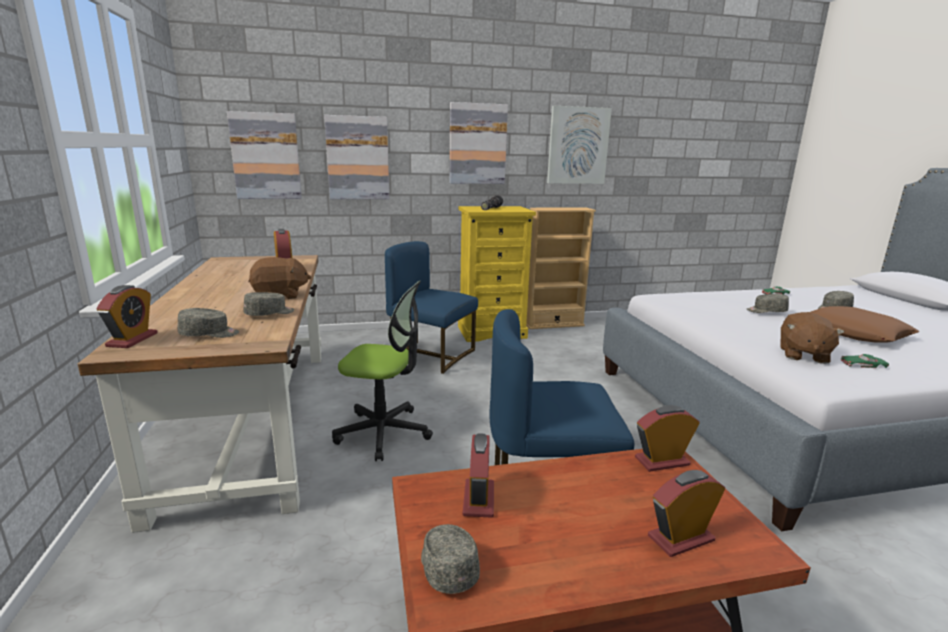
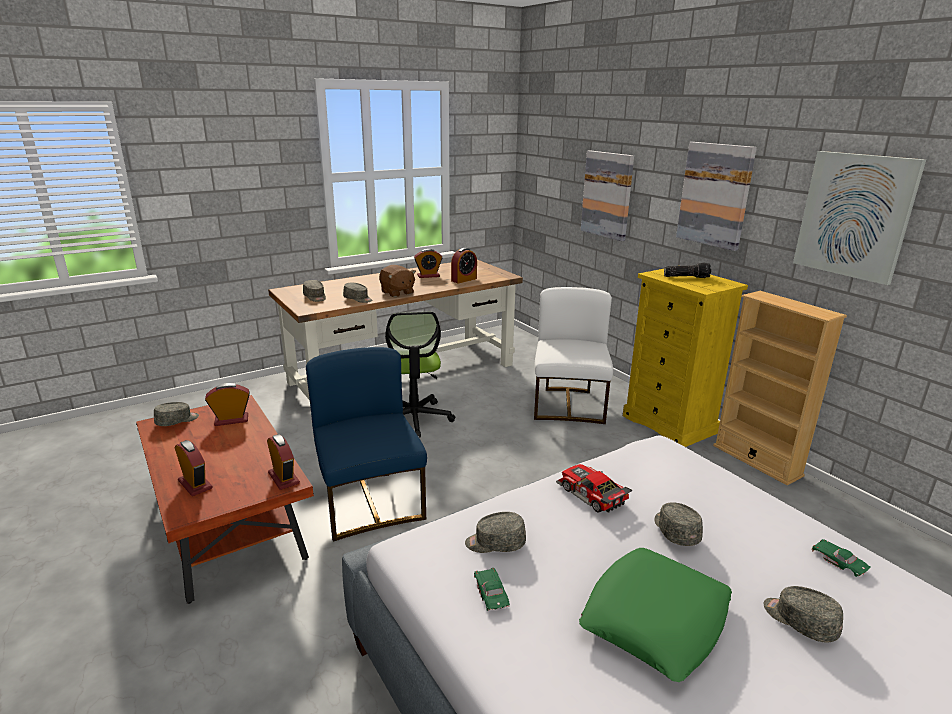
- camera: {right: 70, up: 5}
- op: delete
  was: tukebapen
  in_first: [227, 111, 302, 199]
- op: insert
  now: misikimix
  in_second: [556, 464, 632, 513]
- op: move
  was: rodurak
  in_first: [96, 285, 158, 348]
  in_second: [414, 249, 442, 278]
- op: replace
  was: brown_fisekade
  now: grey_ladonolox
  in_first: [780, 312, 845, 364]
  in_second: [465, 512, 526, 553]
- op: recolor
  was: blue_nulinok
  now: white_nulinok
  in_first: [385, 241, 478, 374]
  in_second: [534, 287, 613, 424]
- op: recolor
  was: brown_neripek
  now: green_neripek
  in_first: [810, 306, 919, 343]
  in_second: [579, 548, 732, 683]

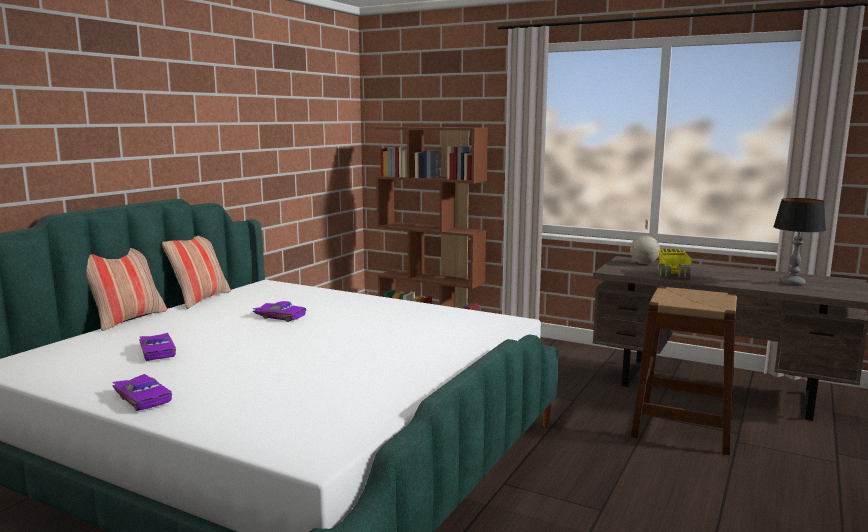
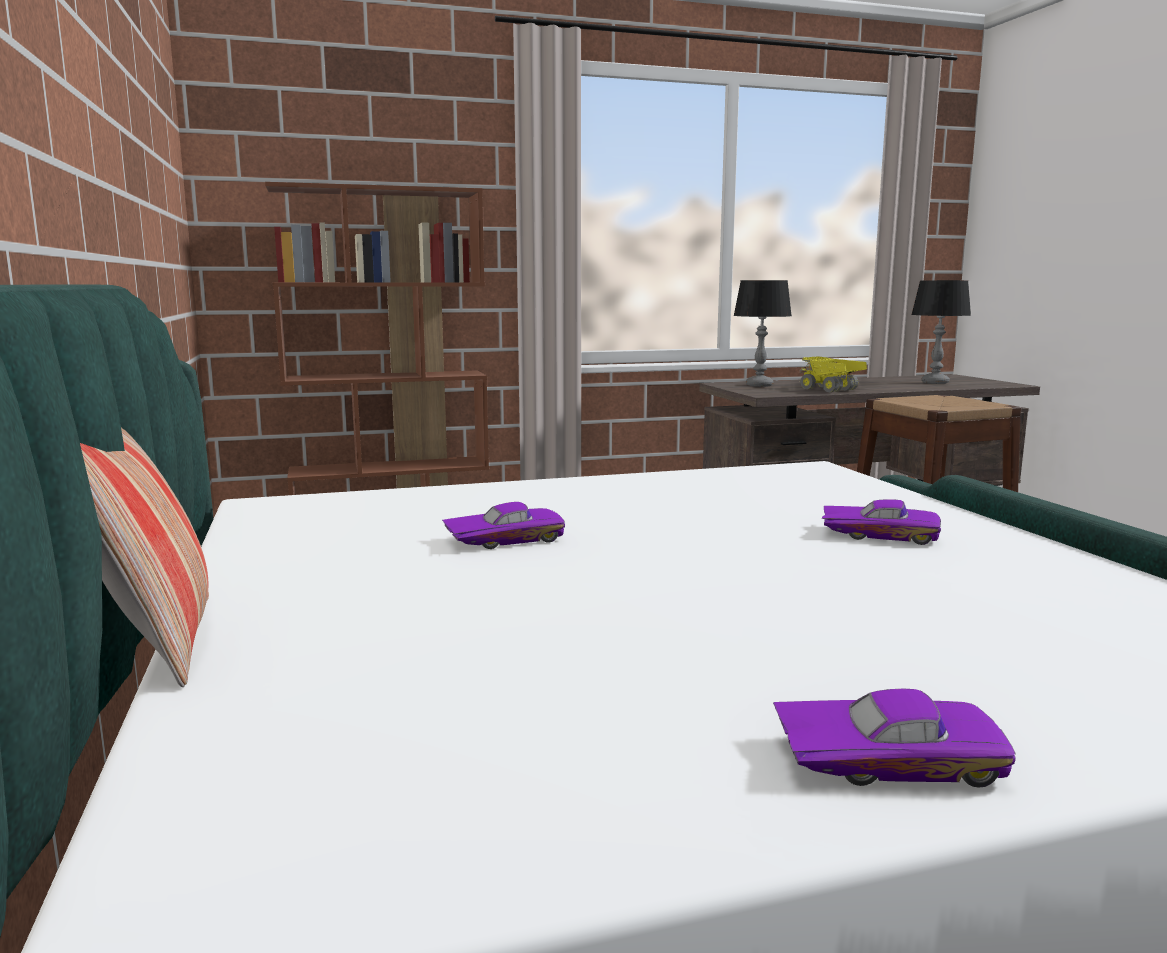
- camera: {right: -45, up: 0}
- op: delete
  was: neripek
  in_first: [162, 236, 231, 309]
- op: move
  was: purple_misikimix
  in_first: [139, 333, 176, 361]
  in_second: [822, 499, 941, 545]
- op: replace
  was: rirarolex
  now: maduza
  in_first: [630, 220, 660, 264]
  in_second: [733, 280, 792, 387]

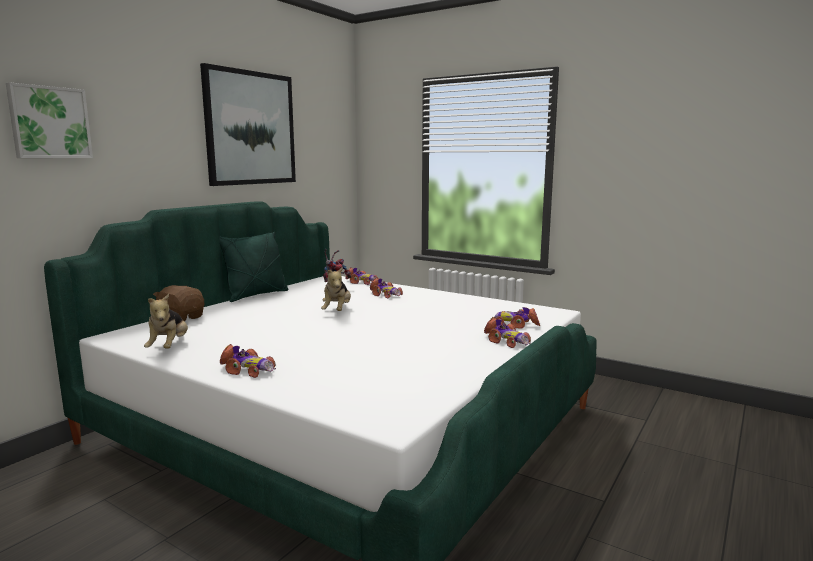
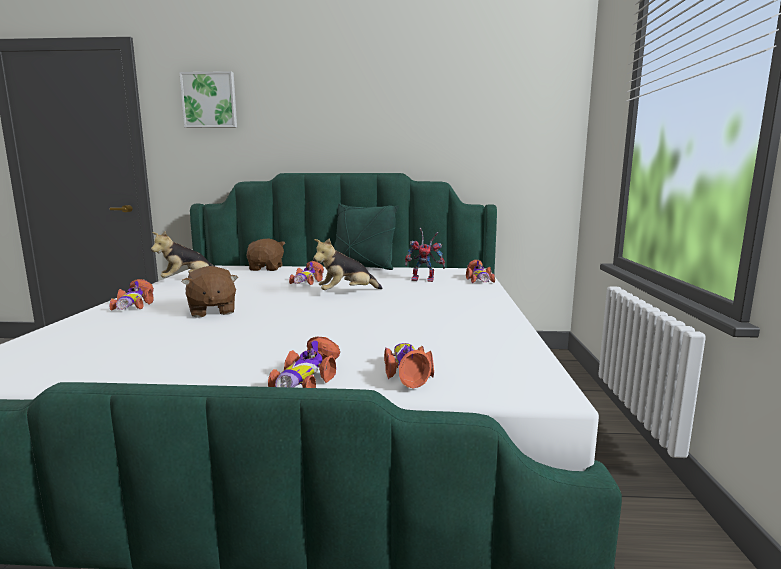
- camera: {right: 60, up: 0}
- op: delete
  was: tukebapen
  in_first: [200, 63, 296, 186]
- op: insert
  now: brown_fisekade
  in_second: [181, 266, 238, 318]
- op: move
  was: misikimix
  in_first: [370, 278, 403, 298]
  in_second: [289, 261, 324, 285]

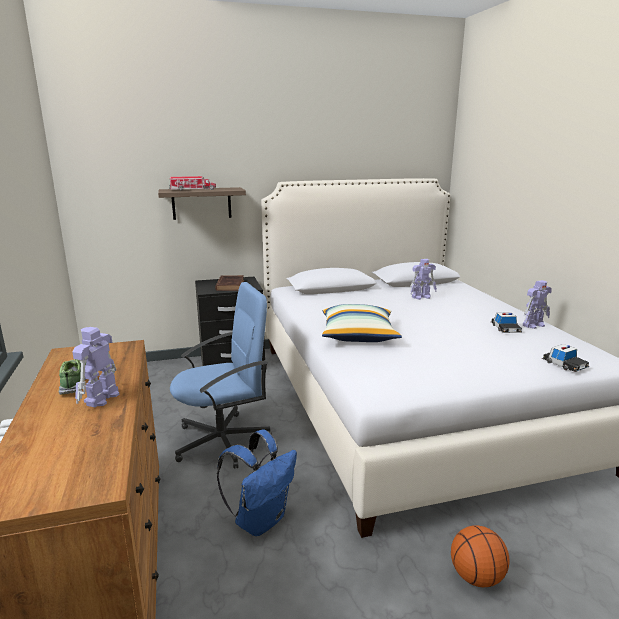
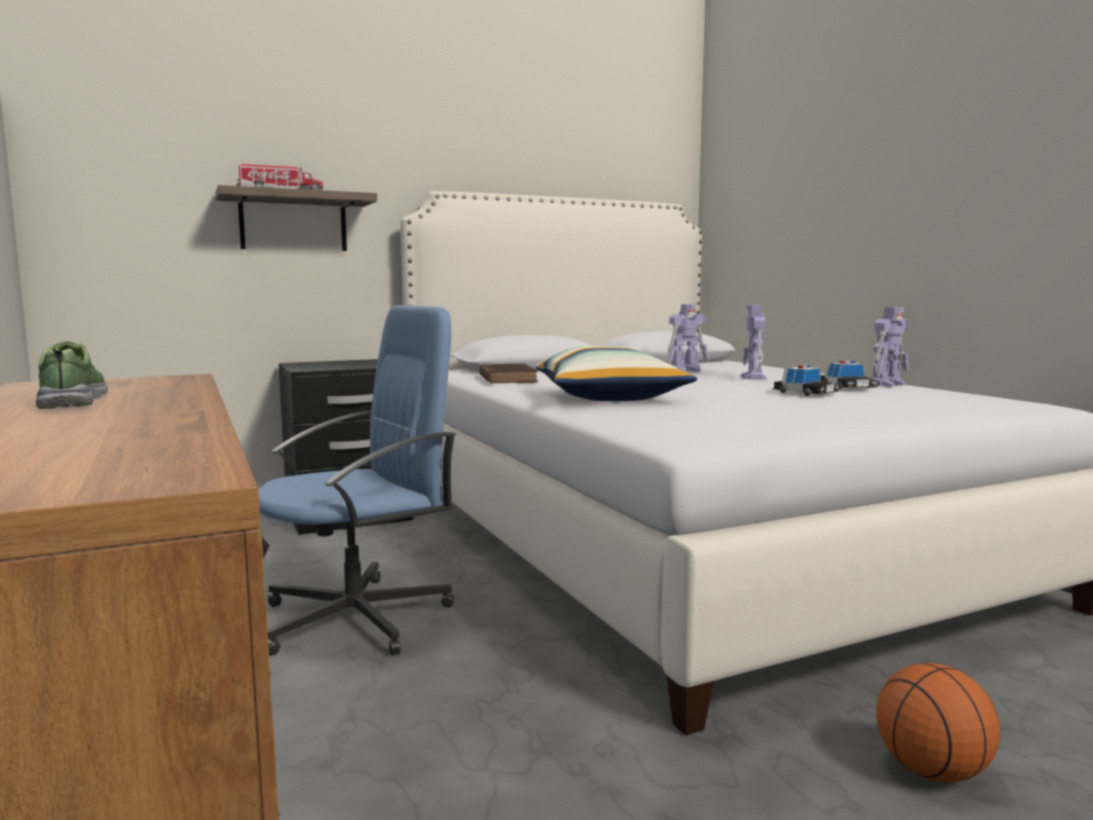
- camera: {right: -10, up: -10}
- op: delete
  was: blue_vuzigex
  in_first: [217, 430, 297, 536]
- op: move
  was: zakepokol
  in_first: [73, 327, 119, 407]
  in_second: [741, 305, 767, 380]
- op: move
  was: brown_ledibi
  in_first: [215, 275, 244, 291]
  in_second: [479, 364, 538, 384]
- op: move
  was: misikimix
  in_first: [542, 344, 589, 372]
  in_second: [772, 365, 840, 396]

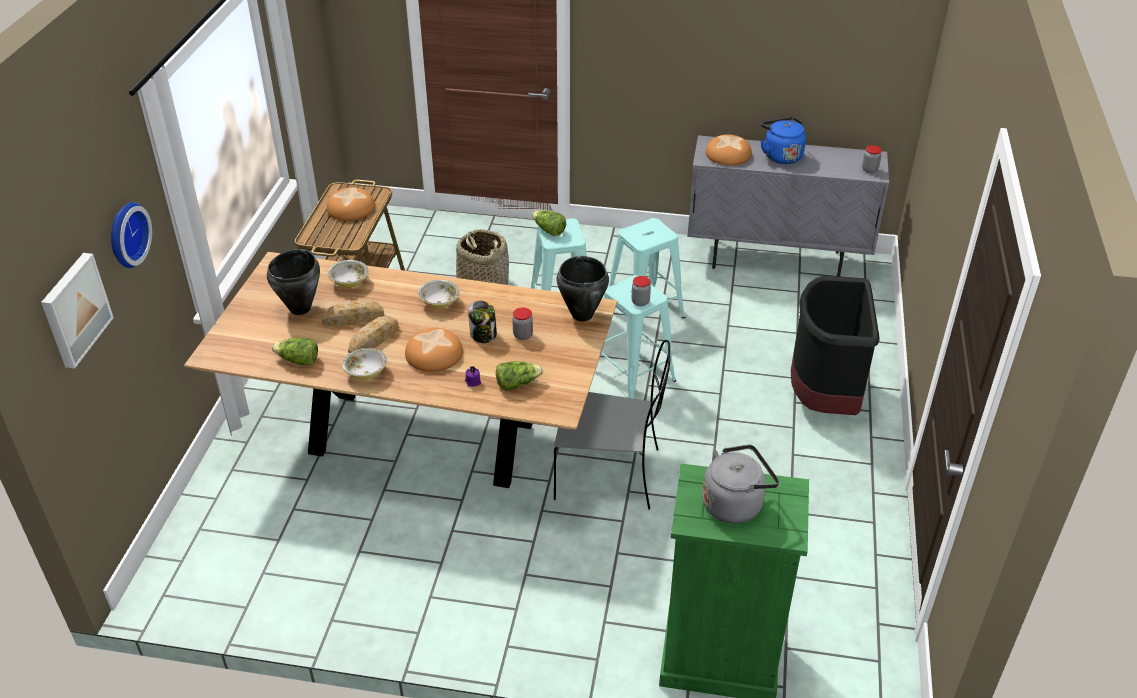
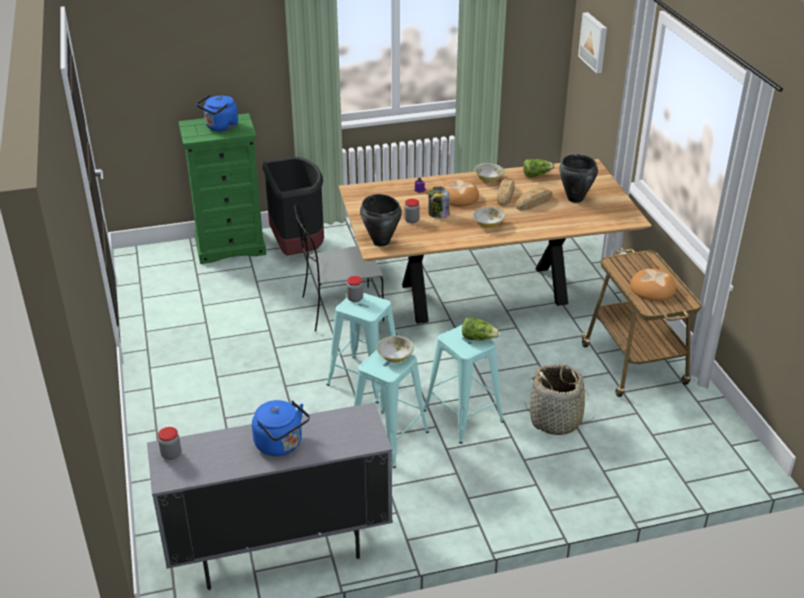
- camera: {right: 155, up: -5}
- op: delete
  was: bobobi
  in_first: [111, 202, 152, 268]
- op: delete
  was: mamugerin
  in_first: [496, 361, 543, 390]
- op: delete
  was: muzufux
  in_first: [705, 134, 752, 166]
- op: move
  was: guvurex
  in_first: [327, 260, 369, 288]
  in_second: [377, 336, 414, 362]
- op: move
  was: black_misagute
  in_first: [791, 276, 880, 415]
  in_second: [262, 157, 324, 256]
- op: recolor
  was: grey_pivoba
  now: blue_pivoba
  in_first: [702, 444, 779, 523]
  in_second: [196, 94, 238, 131]

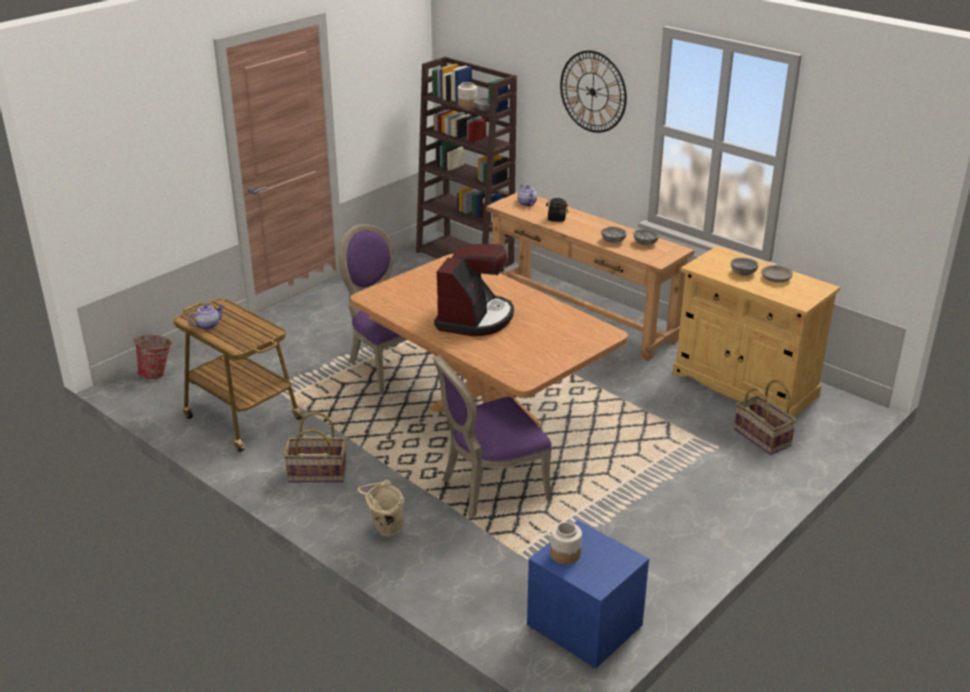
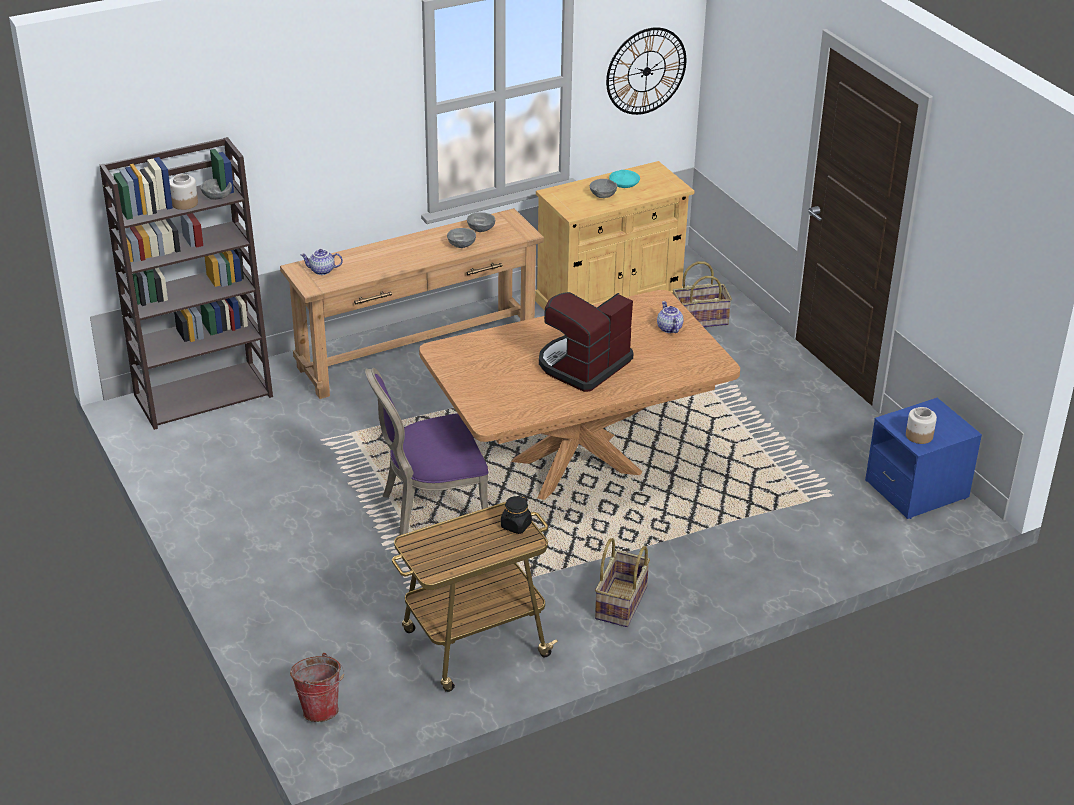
- camera: {right: -70, up: 5}
- op: delete
  was: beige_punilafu
  in_first: [358, 480, 404, 536]
- op: delete
  was: purple_nulinok
  in_first: [432, 355, 552, 518]
- op: move
  was: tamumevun
  in_first: [188, 304, 224, 330]
  in_second: [657, 301, 684, 333]
- op: move
  was: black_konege
  in_first: [546, 198, 568, 222]
  in_second: [501, 495, 532, 534]
- op: move
  was: bobobi
  in_first: [560, 50, 627, 133]
  in_second: [606, 27, 686, 115]
- op: recolor
  was: grey_guvurex
  now: turquoise_guvurex
  in_first: [761, 265, 793, 283]
  in_second: [609, 170, 640, 188]
- op: rotate
  was: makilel
  in_first: [434, 244, 514, 336]
  in_second: [539, 292, 633, 392]
  clockwise: -90

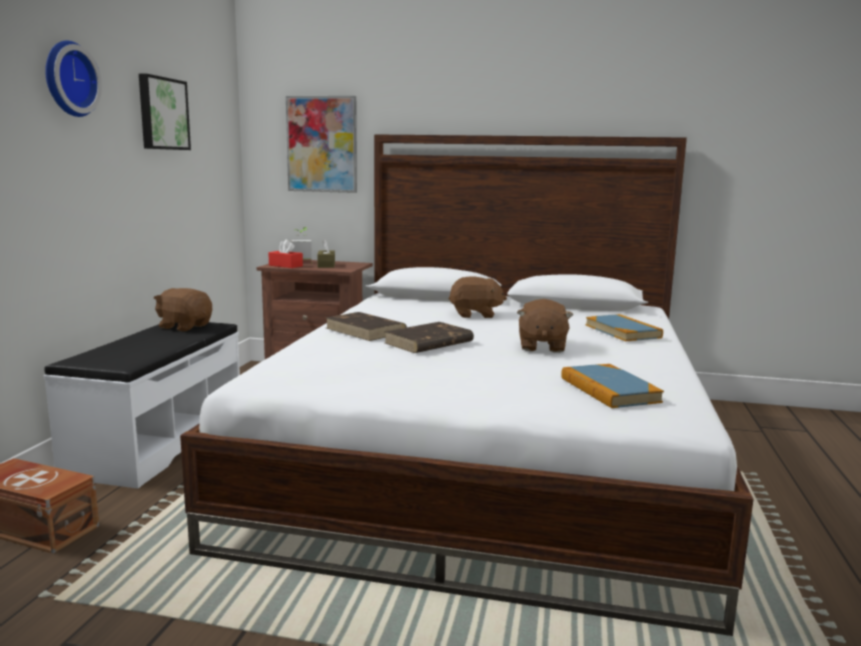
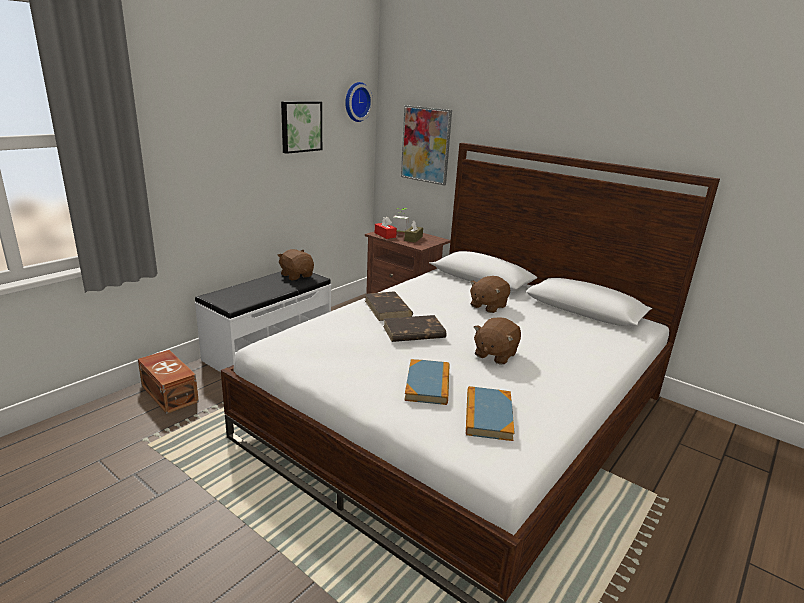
- camera: {right: 25, up: 10}
- op: move
  was: bobobi
  in_first: [45, 40, 102, 117]
  in_second: [345, 82, 373, 122]
- op: move
  was: ledibi
  in_first: [586, 314, 663, 341]
  in_second: [404, 359, 449, 405]
- op: rotate
  was: brown_fisekade
  in_first: [449, 277, 507, 318]
  in_second: [470, 276, 510, 313]
  clockwise: 105

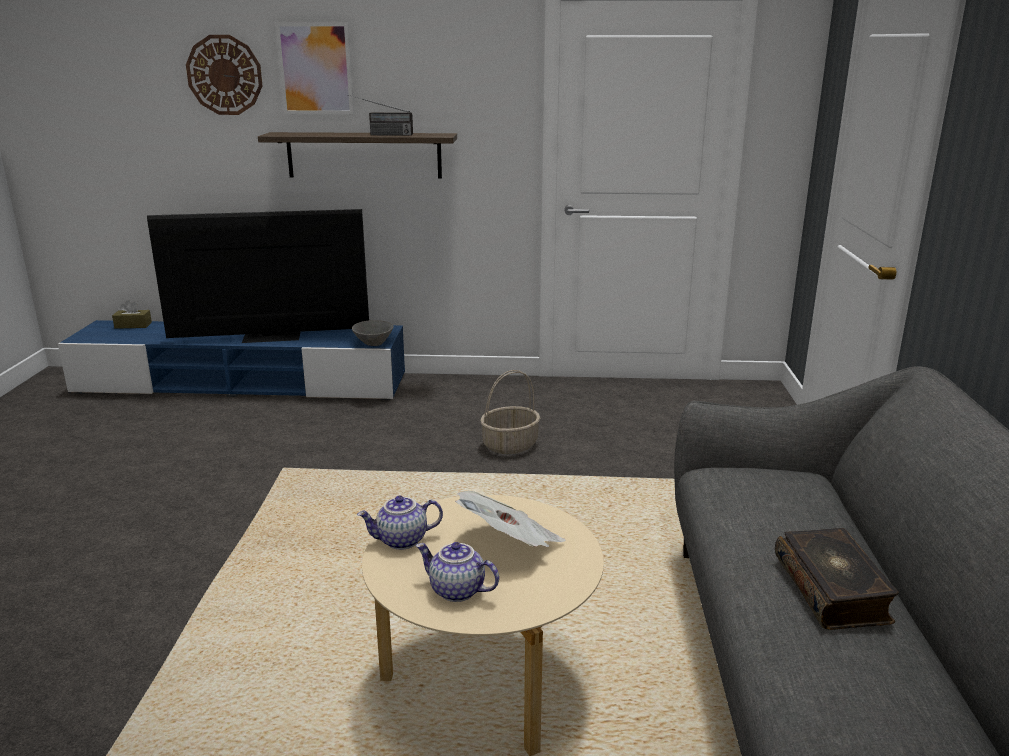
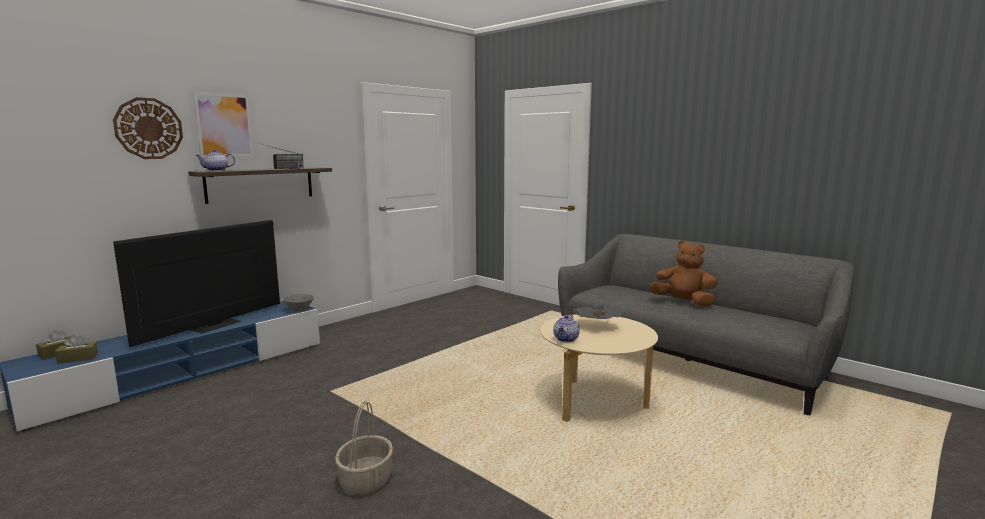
- camera: {right: -50, up: -10}
- op: insert
  now: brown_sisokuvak
  in_second: [55, 334, 98, 364]
- op: move
  was: tamumevun
  in_first: [416, 542, 499, 602]
  in_second: [195, 150, 235, 171]
- op: move
  was: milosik
  in_first: [480, 370, 540, 454]
  in_second: [335, 401, 393, 494]
- op: replace
  was: ledibi
  now: brown_fisekade
  in_first: [775, 528, 899, 630]
  in_second: [649, 241, 718, 306]

